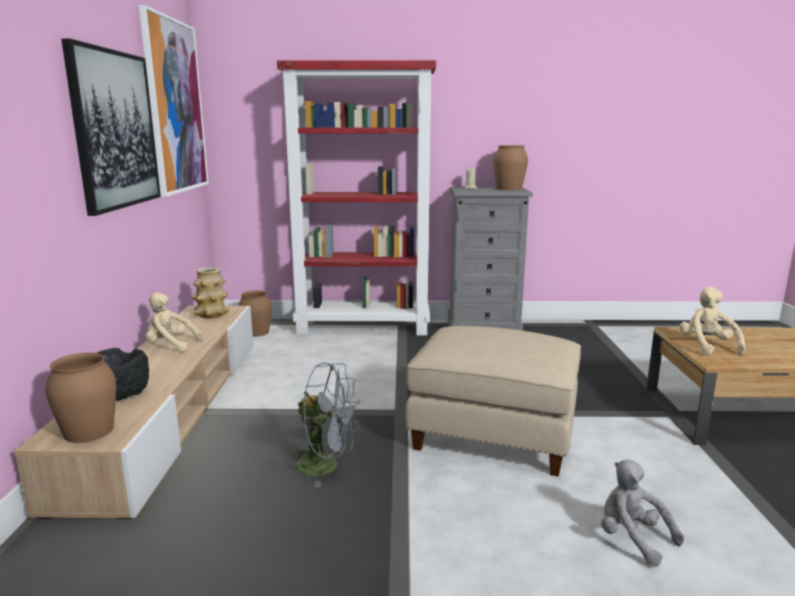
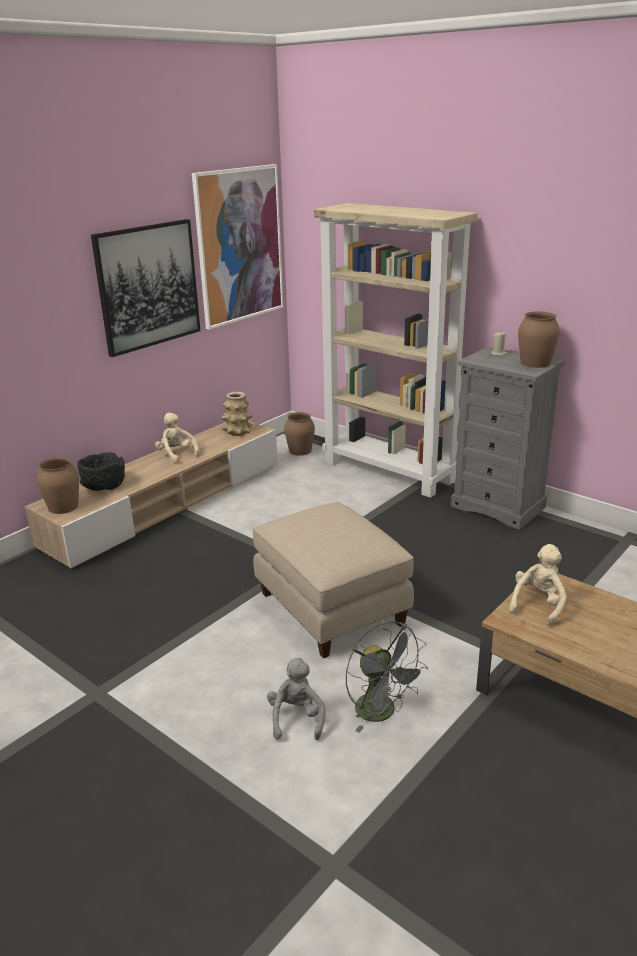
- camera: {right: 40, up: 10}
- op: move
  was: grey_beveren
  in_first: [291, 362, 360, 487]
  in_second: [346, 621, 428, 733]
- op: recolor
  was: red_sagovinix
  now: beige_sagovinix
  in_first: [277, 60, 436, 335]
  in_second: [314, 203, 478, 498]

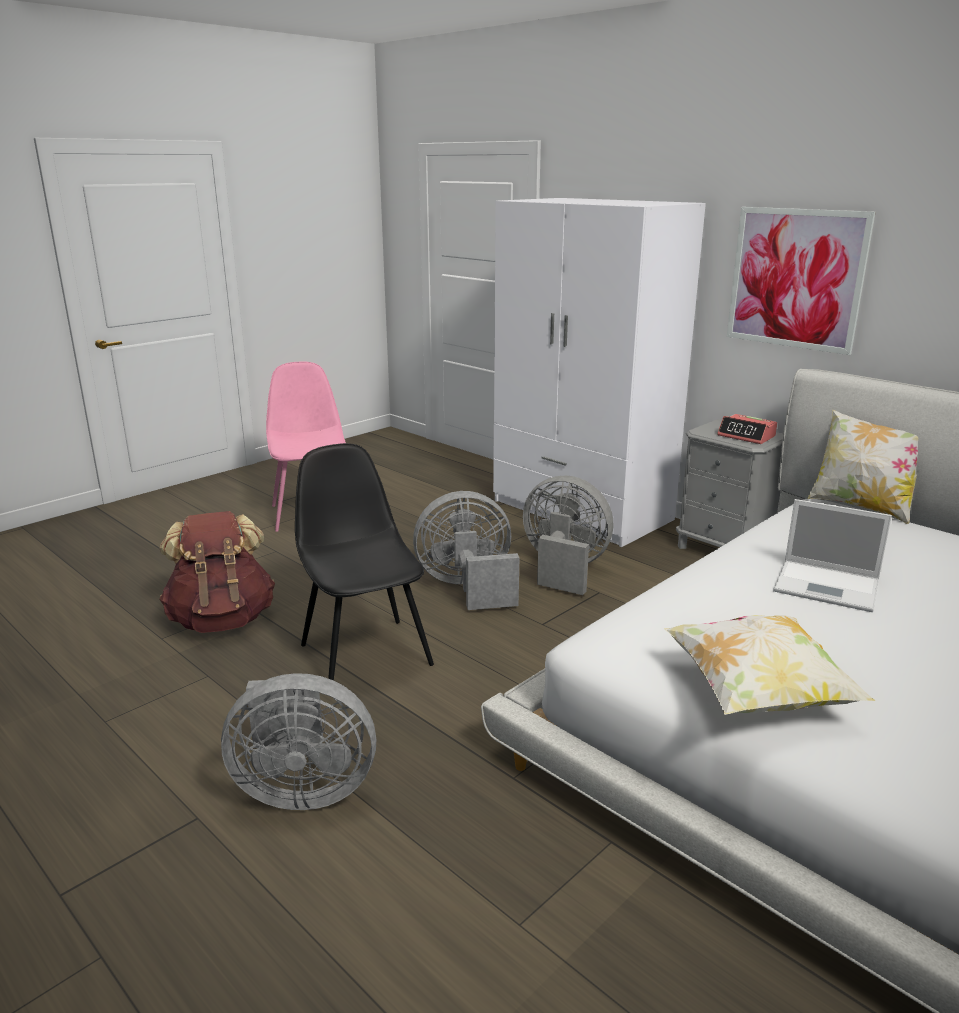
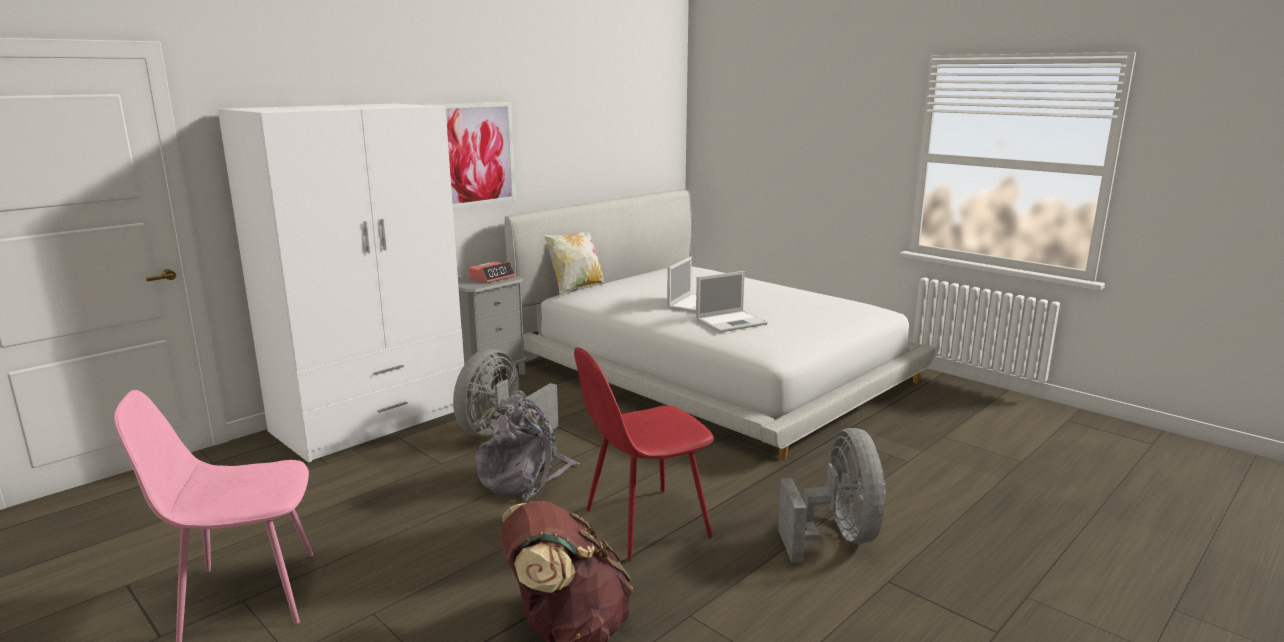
- camera: {right: -90, up: -5}
- op: delete
  was: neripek
  in_first: [664, 615, 876, 715]
- op: insert
  now: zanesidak
  in_second: [696, 271, 768, 332]
- op: replace
  was: grey_beveren
  now: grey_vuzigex
  in_first: [413, 491, 519, 610]
  in_second: [475, 390, 580, 500]
- op: recolor
  was: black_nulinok
  now: red_nulinok
  in_first: [295, 443, 434, 680]
  in_second: [574, 347, 714, 561]

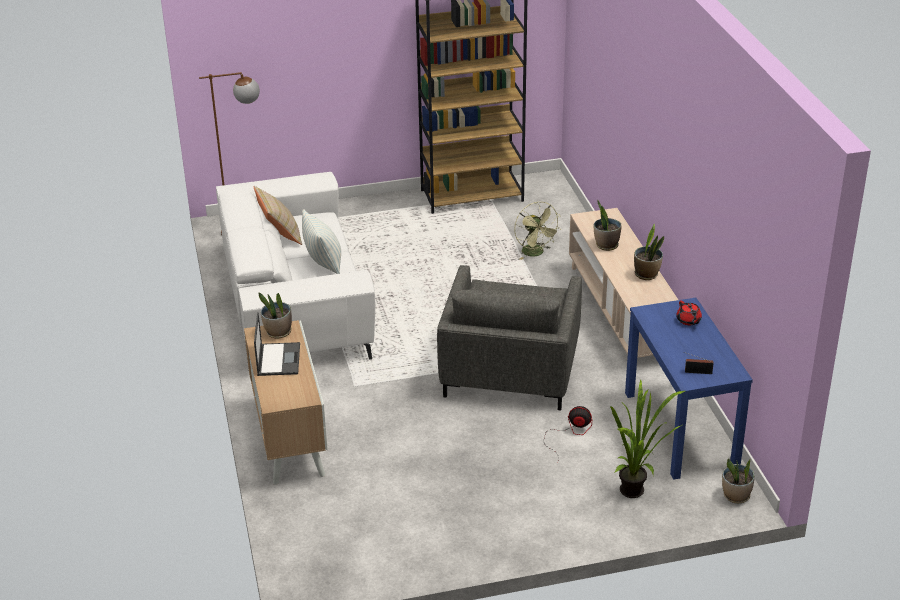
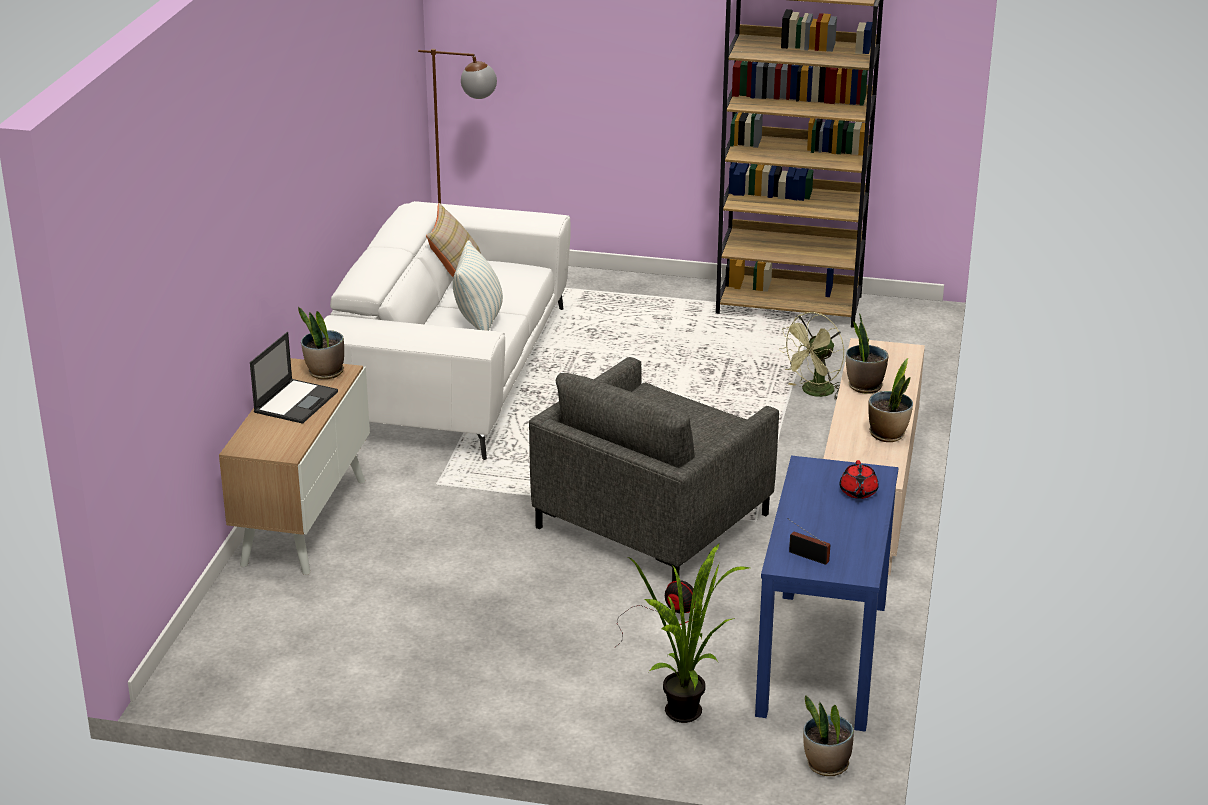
- camera: {right: 25, up: -5}
- op: rotate
  was: green_beveren
  in_first: [514, 202, 561, 260]
  in_second: [779, 312, 844, 400]
  clockwise: 45

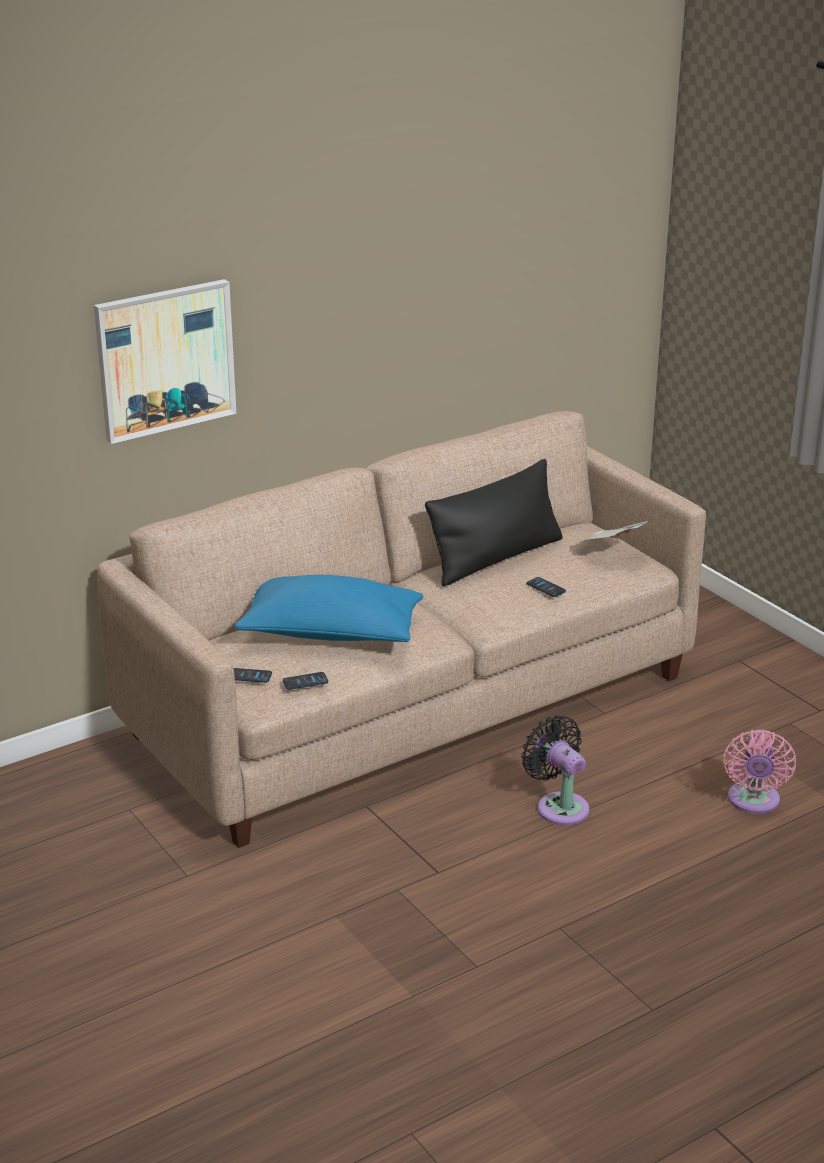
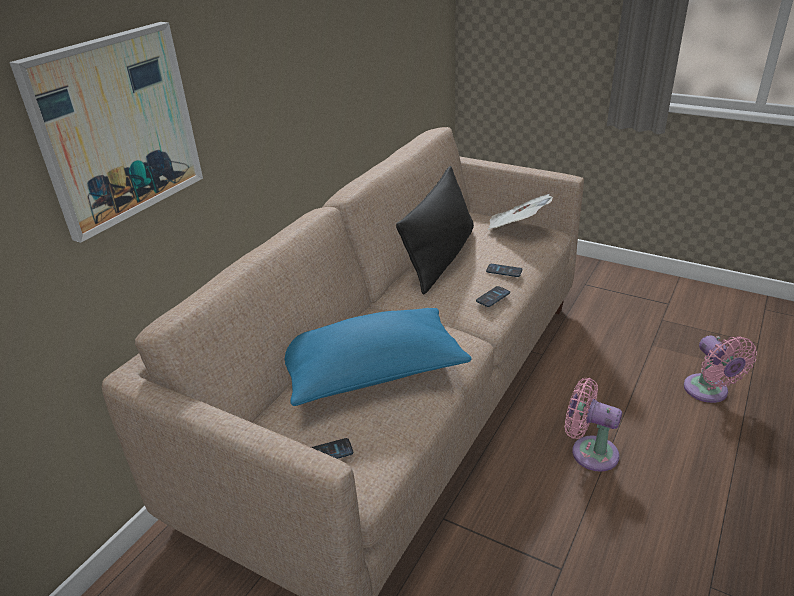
- camera: {right: -25, up: 5}
- op: move
  was: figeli
  in_first: [283, 672, 328, 690]
  in_second: [476, 286, 510, 307]
- op: recolor
  was: black_beveren
  now: pink_beveren
  in_first: [521, 715, 590, 825]
  in_second: [565, 378, 622, 472]

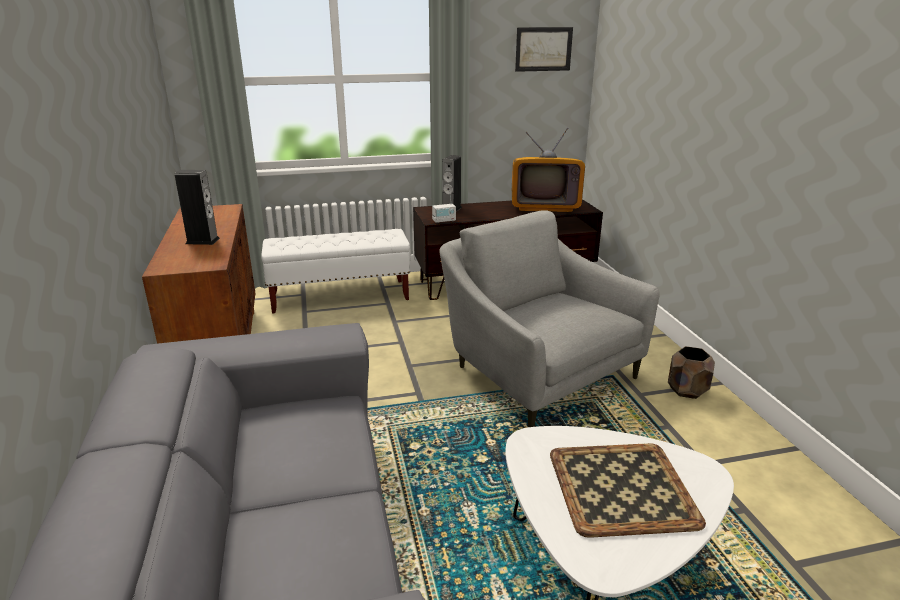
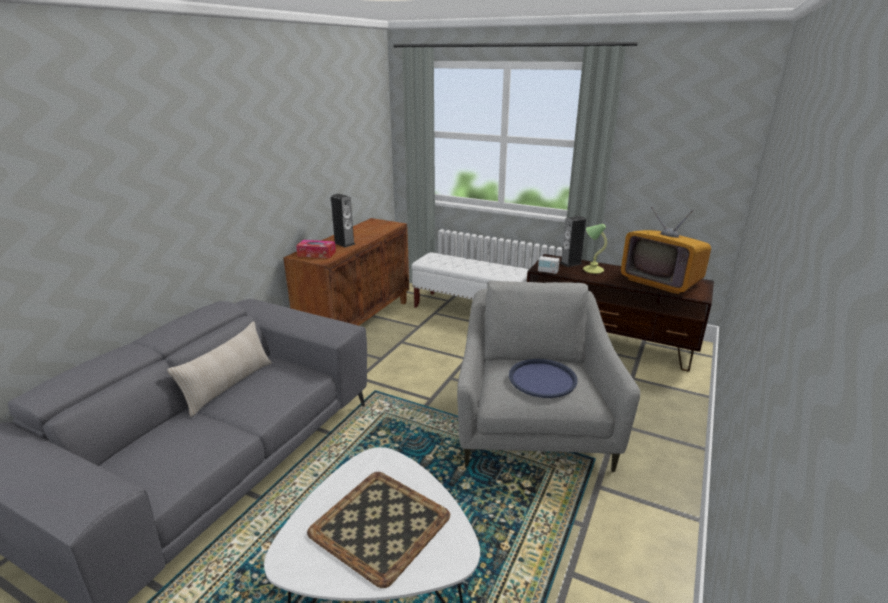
- camera: {right: 40, up: 0}
- op: delete
  was: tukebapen
  in_first: [515, 27, 573, 72]
- op: delete
  was: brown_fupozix
  in_first: [668, 346, 715, 399]
- op: insert
  now: beige_neripek
  in_second: [167, 321, 272, 417]
- op: insert
  now: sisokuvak
  in_second: [296, 240, 336, 258]
- op: insert
  now: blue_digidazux
  in_second: [509, 359, 578, 398]
- op: insert
  now: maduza
  in_second: [583, 224, 607, 274]

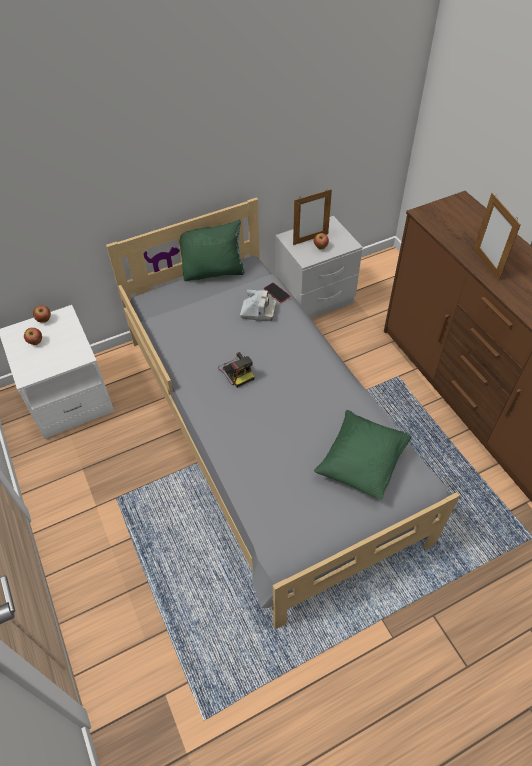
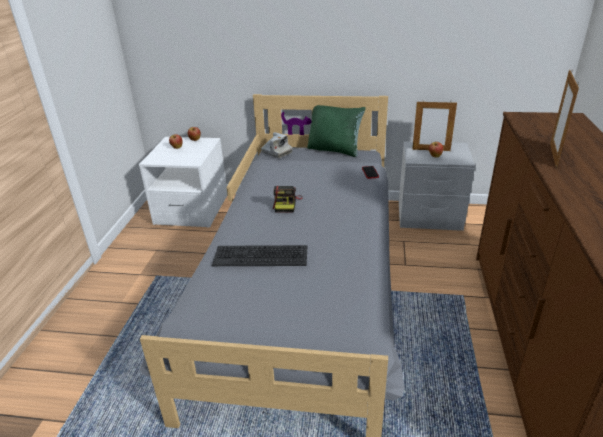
- camera: {right: 35, up: -20}
- op: delete
  was: green_neripek
  in_first: [314, 410, 412, 499]
- op: insert
  now: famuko
  in_second: [212, 245, 308, 266]
- op: move
  was: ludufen
  in_first: [240, 290, 276, 321]
  in_second: [261, 132, 293, 158]

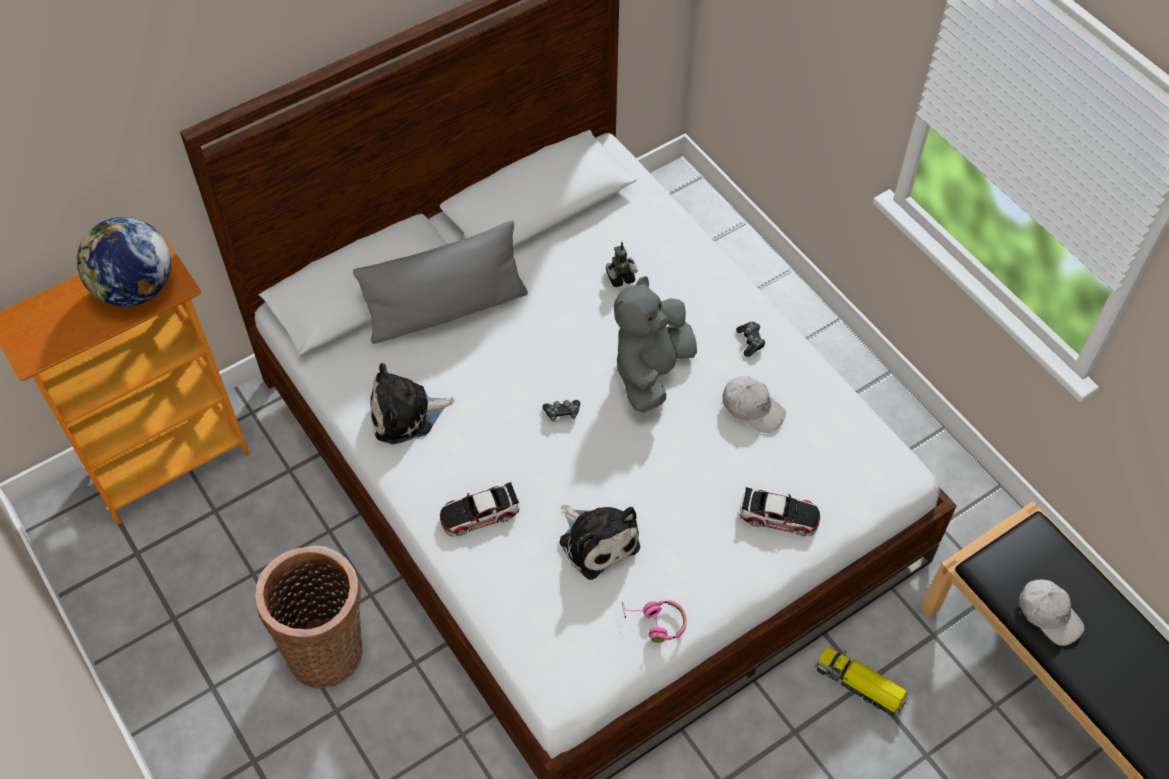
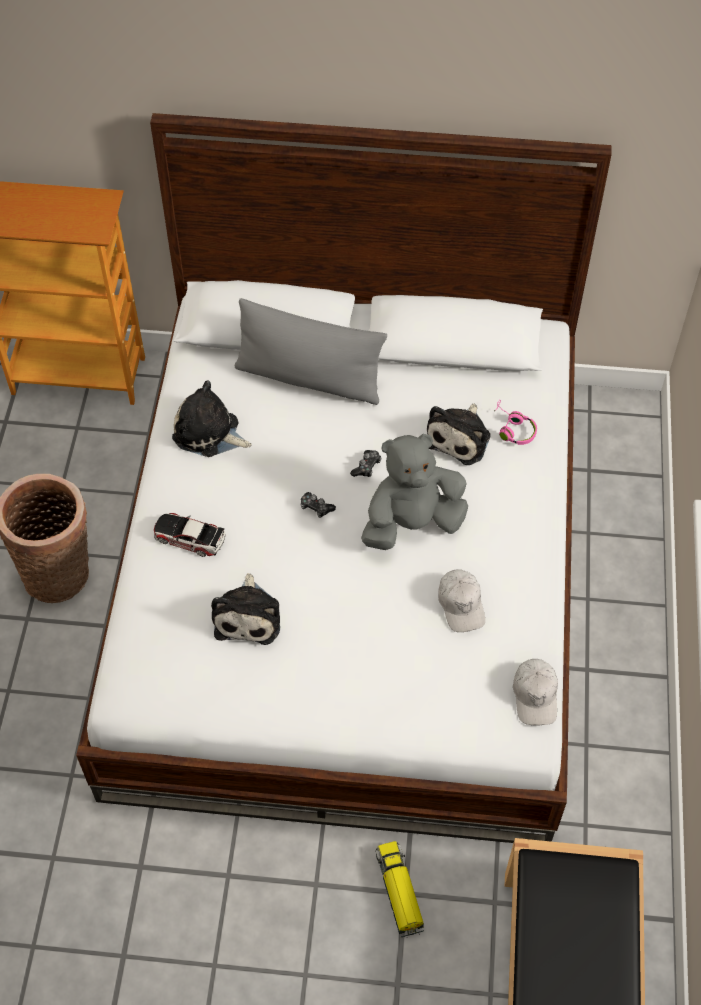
- camera: {right: 40, up: 0}
- op: delete
  was: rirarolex
  in_first: [77, 217, 171, 307]
- op: delete
  was: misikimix
  in_first: [740, 487, 820, 536]
- op: move
  was: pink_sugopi
  in_first: [622, 600, 687, 643]
  in_second: [494, 400, 537, 445]
- op: move
  was: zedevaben
  in_first: [736, 322, 766, 357]
  in_second: [350, 450, 382, 477]
- op: move
  was: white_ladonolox
  in_first: [1019, 580, 1085, 646]
  in_second: [513, 659, 558, 726]
- op: replace
  was: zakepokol
  now: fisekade
  in_first: [606, 242, 638, 287]
  in_second: [427, 403, 491, 465]

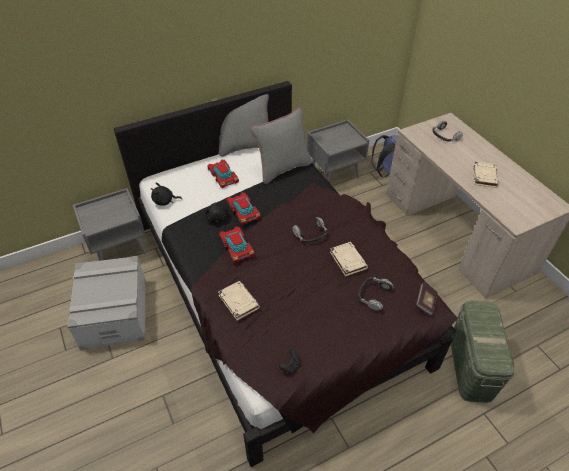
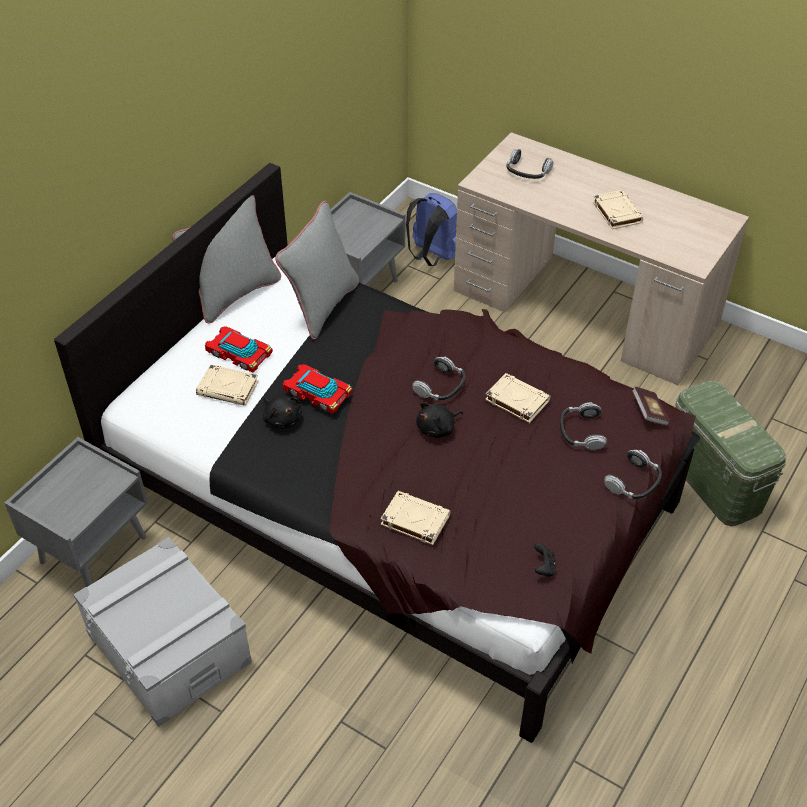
- camera: {right: -30, up: 0}
- op: delete
  was: misikimix
  in_first: [219, 226, 255, 263]
- op: insert
  now: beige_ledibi
  in_second: [196, 364, 259, 406]
- op: insert
  now: sugopi
  in_second: [604, 450, 662, 499]
- op: move
  was: black_fisekade
  in_first: [150, 183, 183, 206]
  in_second: [416, 402, 463, 438]

